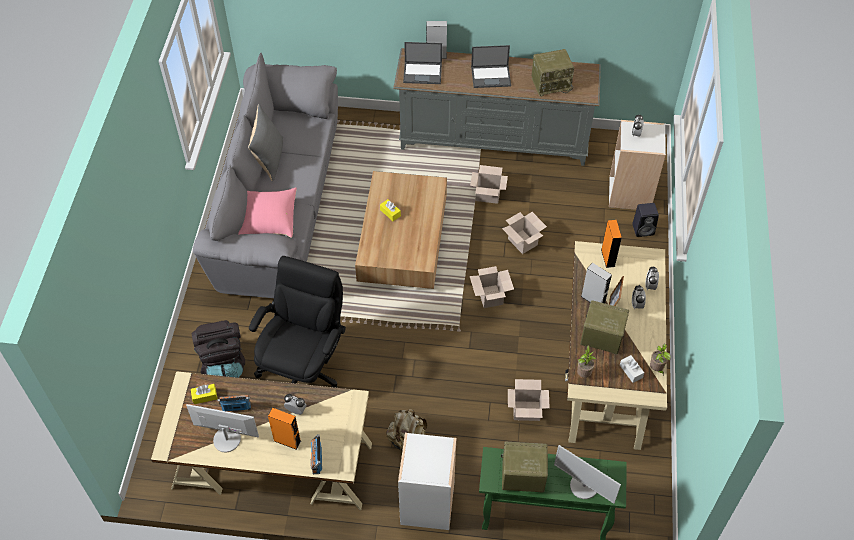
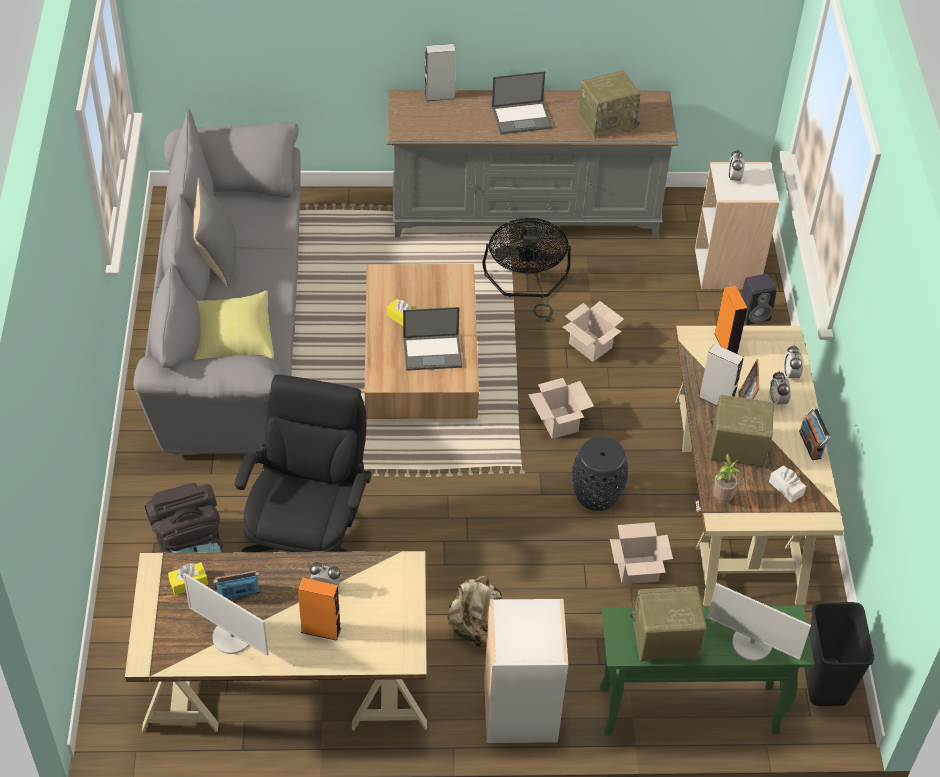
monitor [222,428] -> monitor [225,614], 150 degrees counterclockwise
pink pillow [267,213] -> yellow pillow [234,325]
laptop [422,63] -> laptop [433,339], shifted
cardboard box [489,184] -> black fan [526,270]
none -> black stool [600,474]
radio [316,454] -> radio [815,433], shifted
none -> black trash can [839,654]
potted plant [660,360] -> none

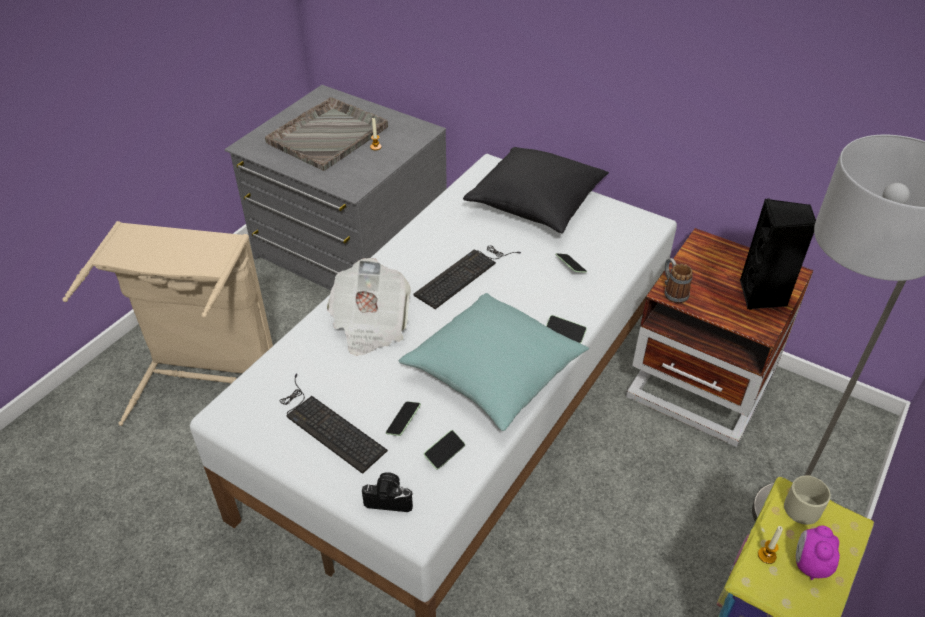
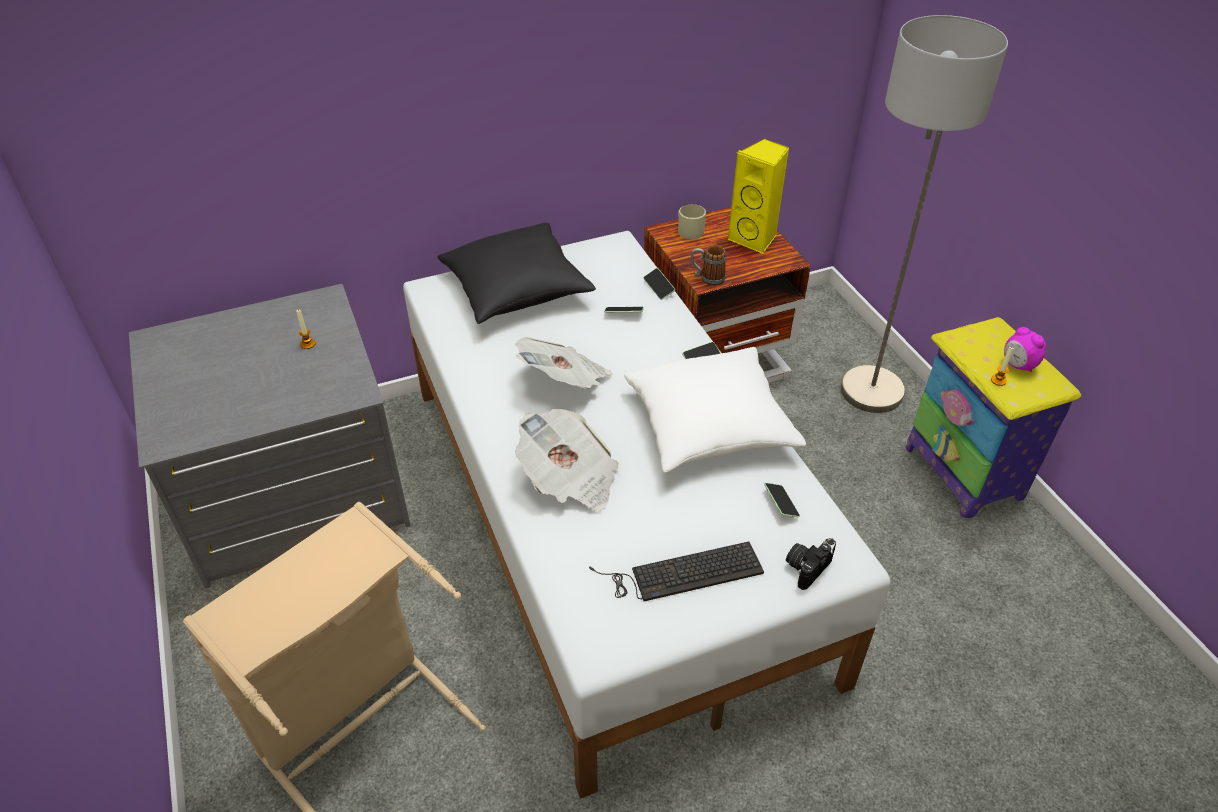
keyboard [467,277] -> newspaper [563,363]
turquoise pillow [493,362] -> white pillow [715,410]
phone [403,418] -> phone [659,284], shifted
beige mug [807,500] -> beige mug [692,221], shifted
black speaker [778,254] -> yellow speaker [758,196]
grey tray [326,134] -> none

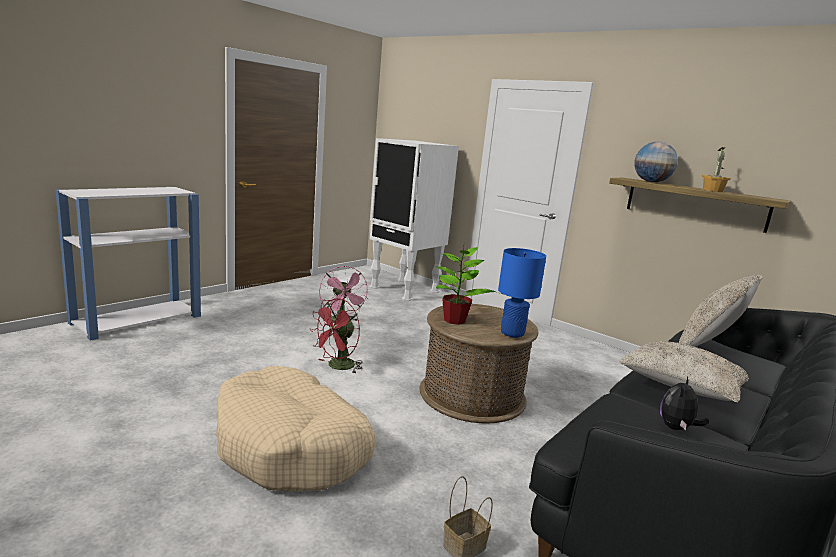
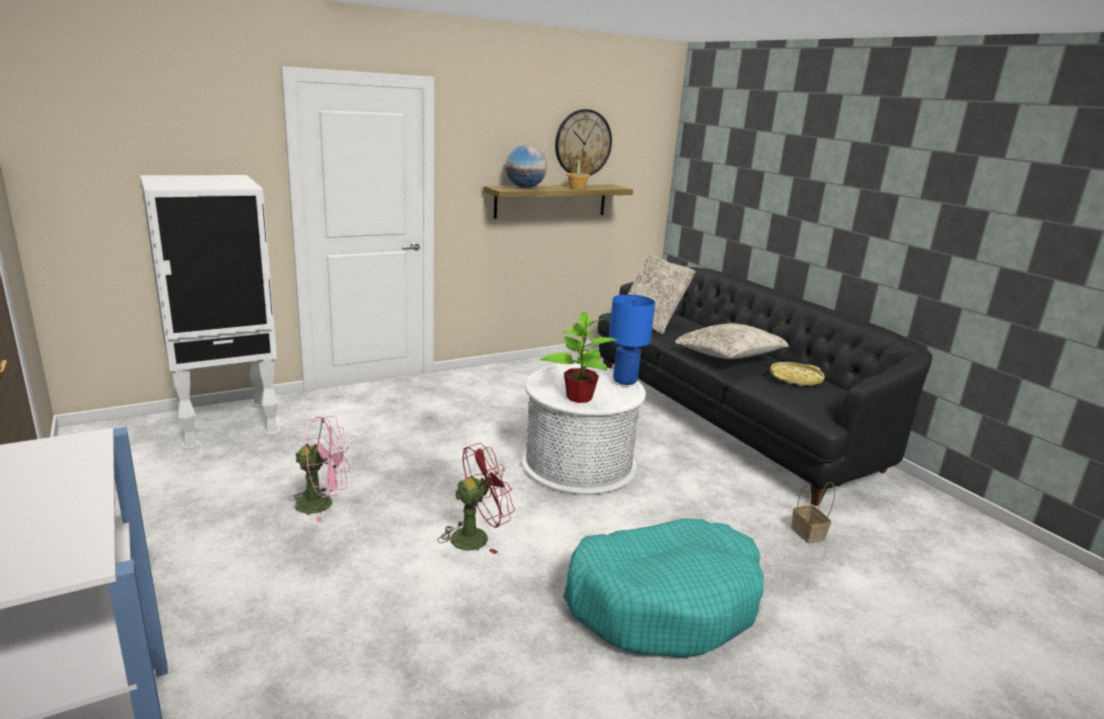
red fan [336,336] -> red fan [476,498], 90 degrees counterclockwise
brown coffee table [479,363] -> white coffee table [583,429]
none -> wall clock [583,142]
beige dog bed [296,428] -> turquoise dog bed [663,588]
plush toy [684,403] -> yellow tray [797,374]

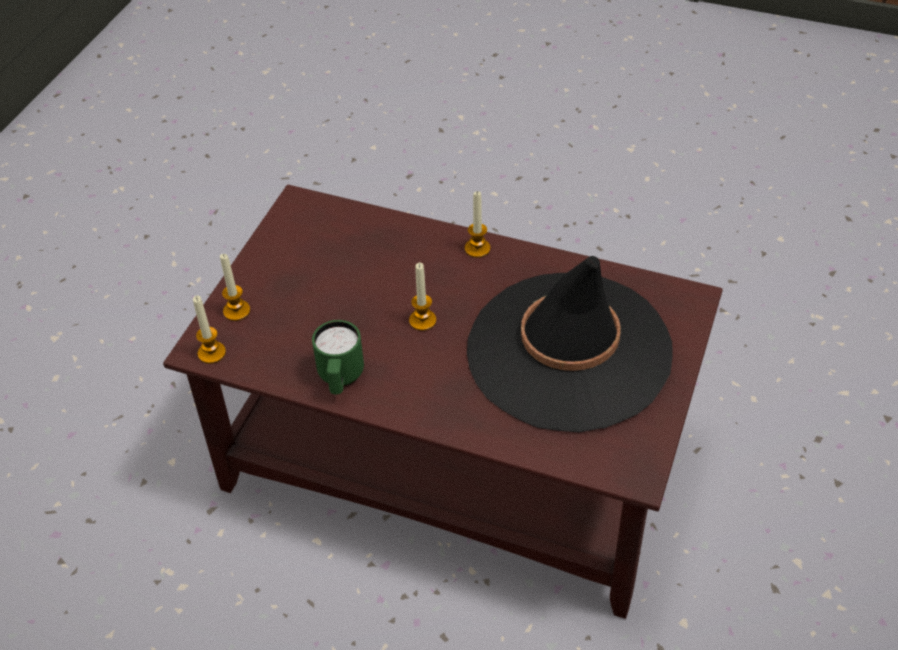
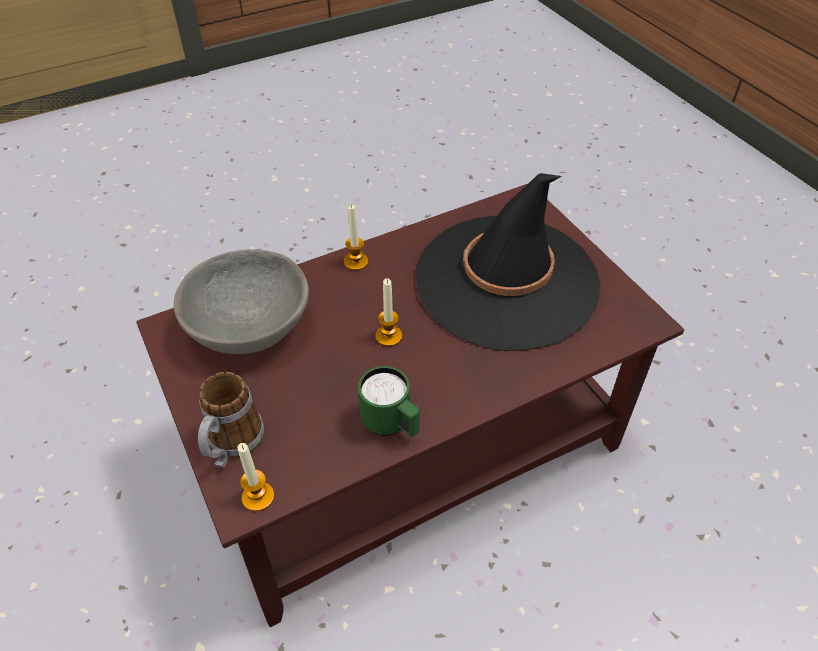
none -> grey bowl [241,301]
candle [235,287] -> mug [231,419]

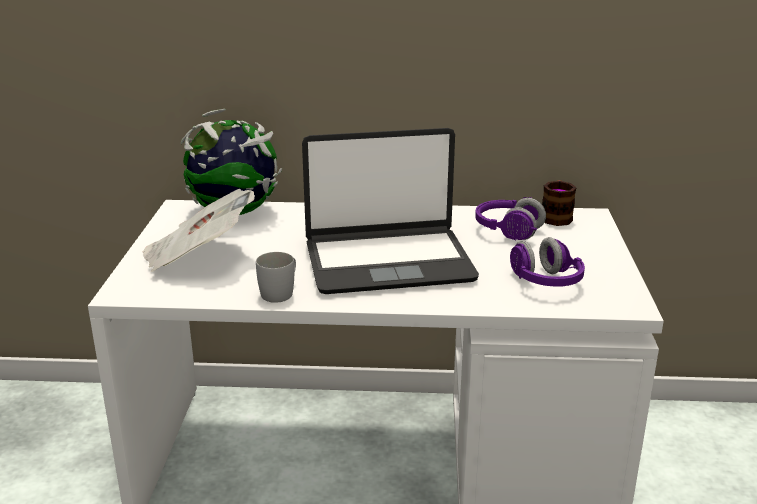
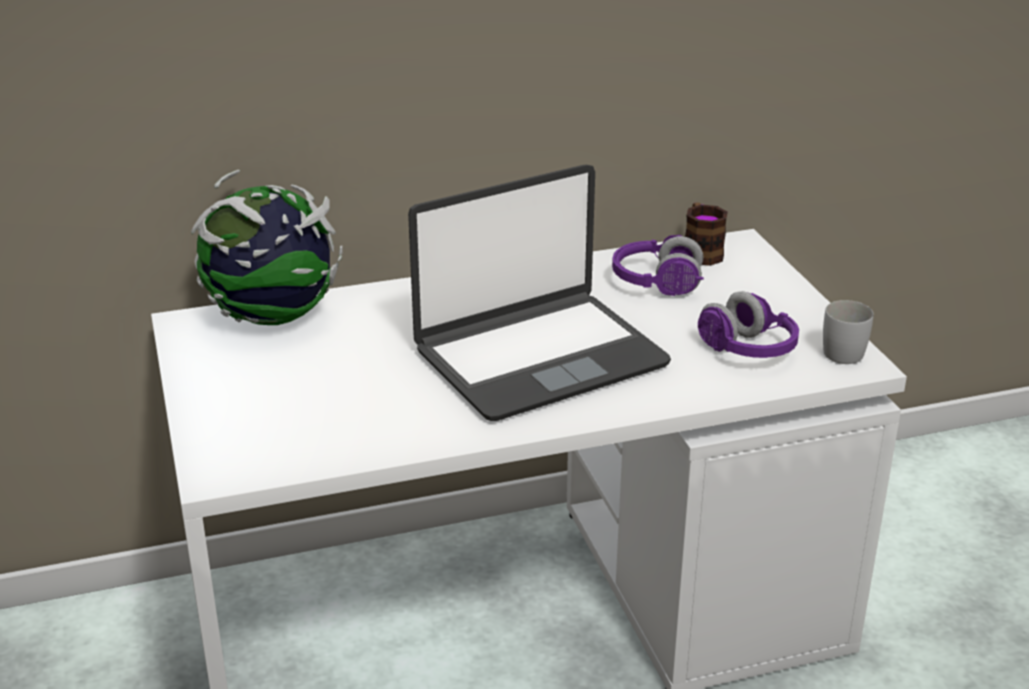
white mug [276,277] -> white mug [848,332], shifted
newspaper [198,230] -> none

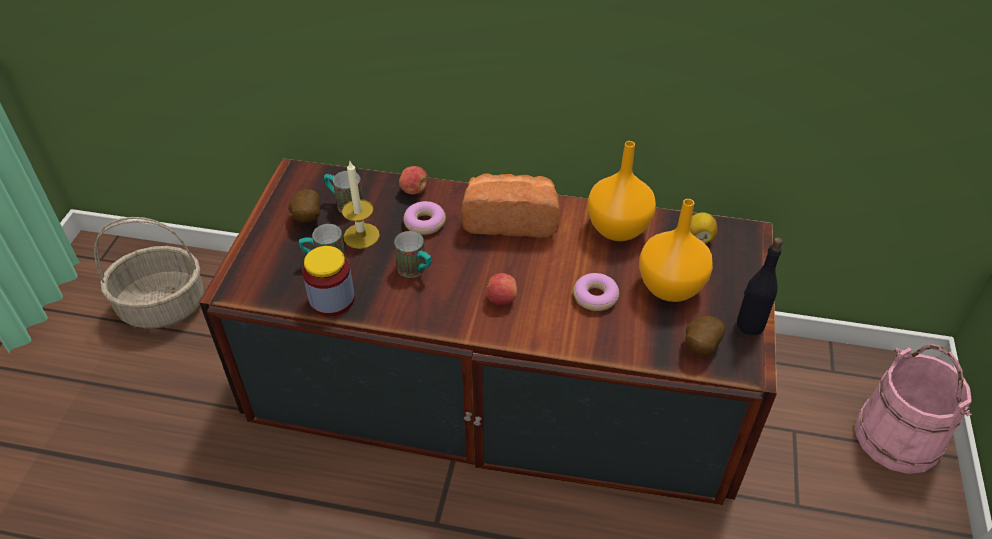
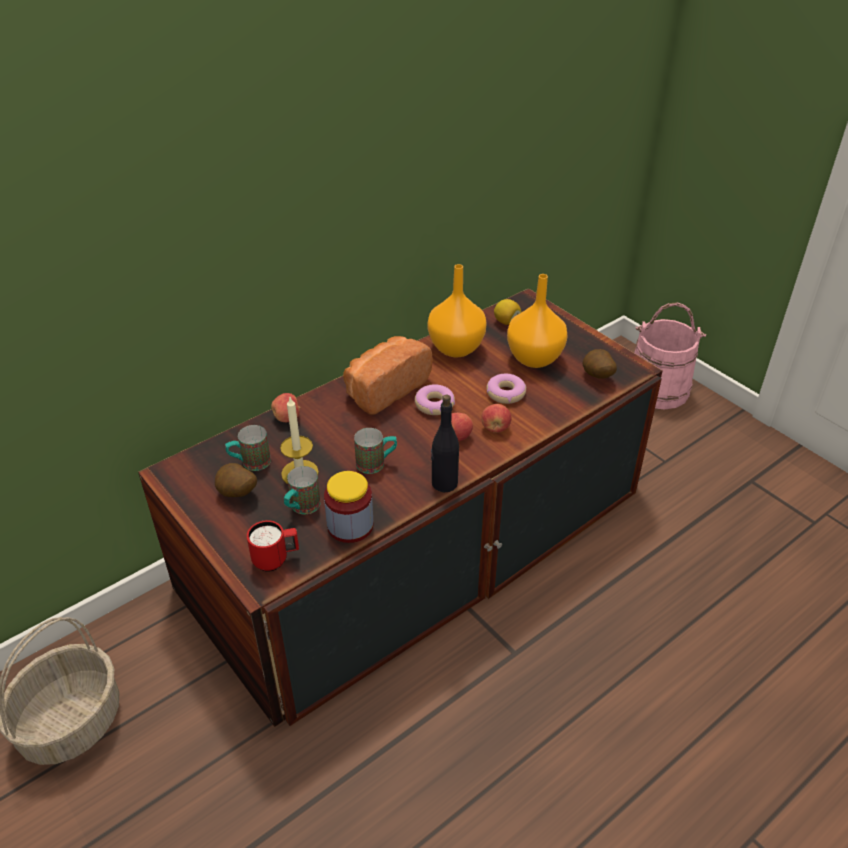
none -> red mug [273,546]
donut [424,218] -> donut [435,399], shifted
black bottle [760,287] -> black bottle [445,443], shifted
none -> apple [496,418]

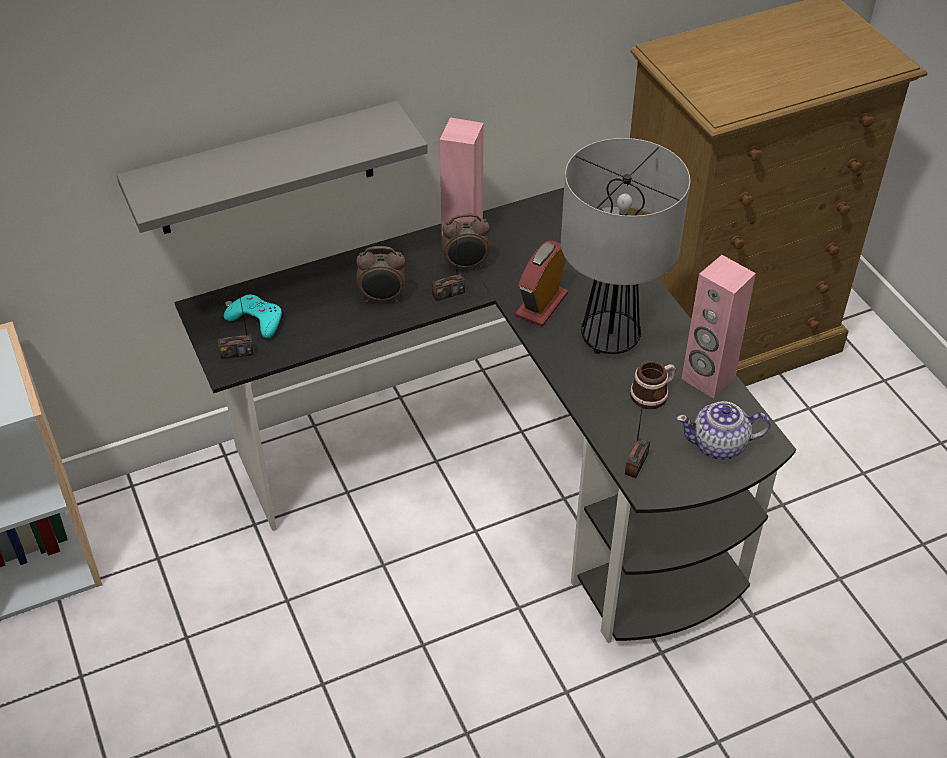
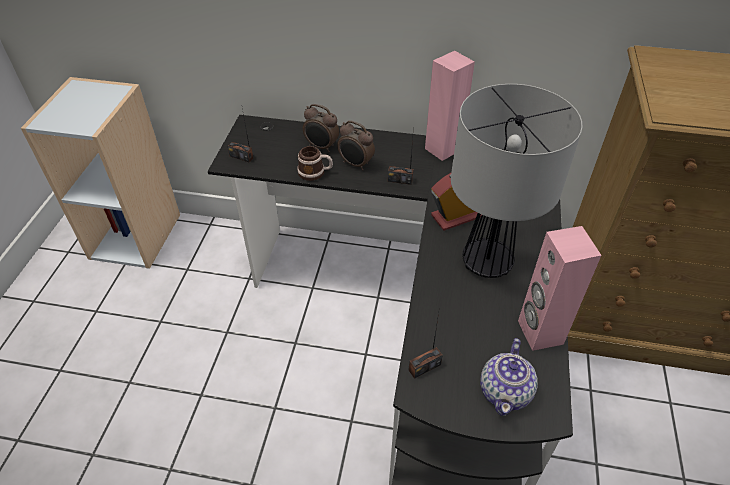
mug [653,385] -> mug [315,163], shifted
alarm clock [465,242] -> alarm clock [321,128], shifted
teapot [723,430] -> teapot [509,377], 105 degrees counterclockwise
grey shelf [272,167] -> none
turquoise game controller [253,316] -> none

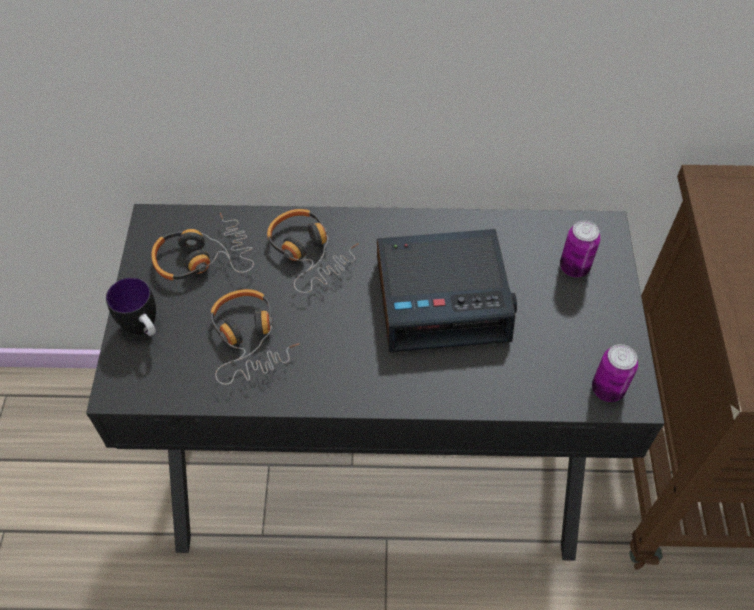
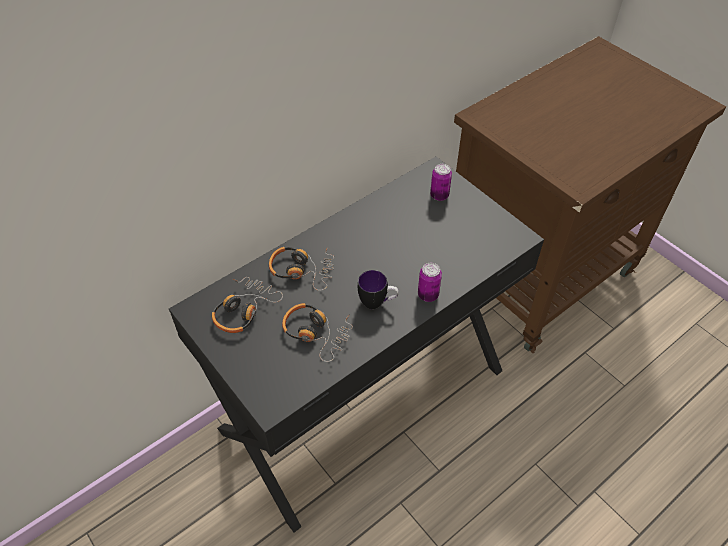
mug [131,306] -> mug [378,289], shifted
can [615,373] -> can [430,282], shifted
alarm clock [447,291] -> none

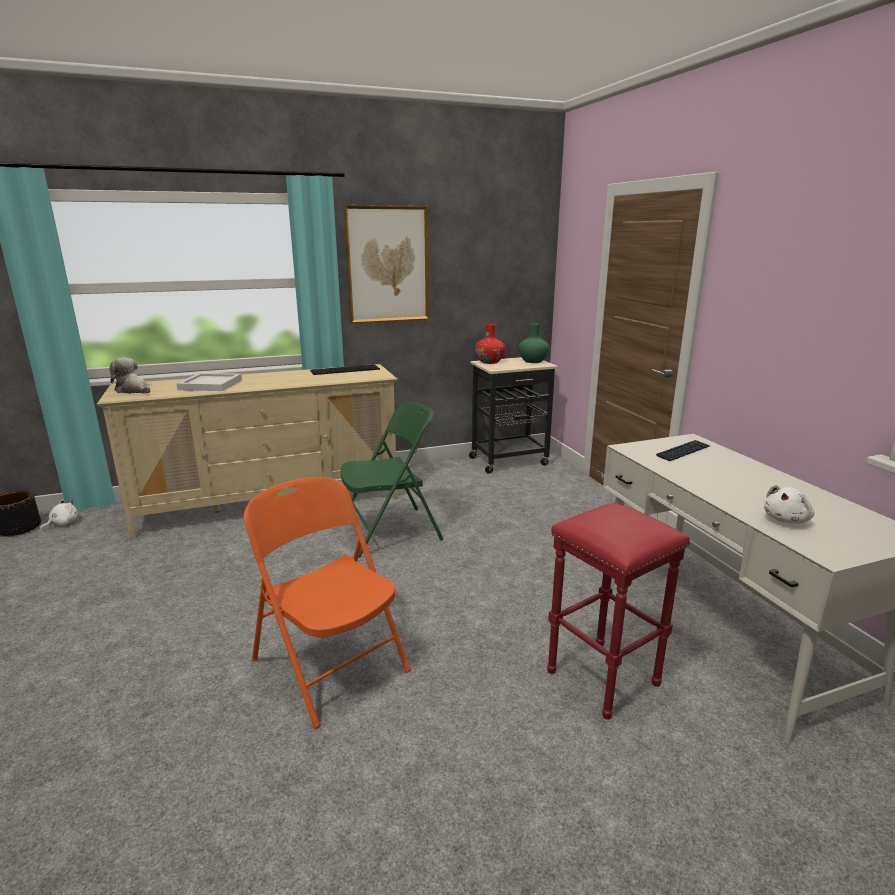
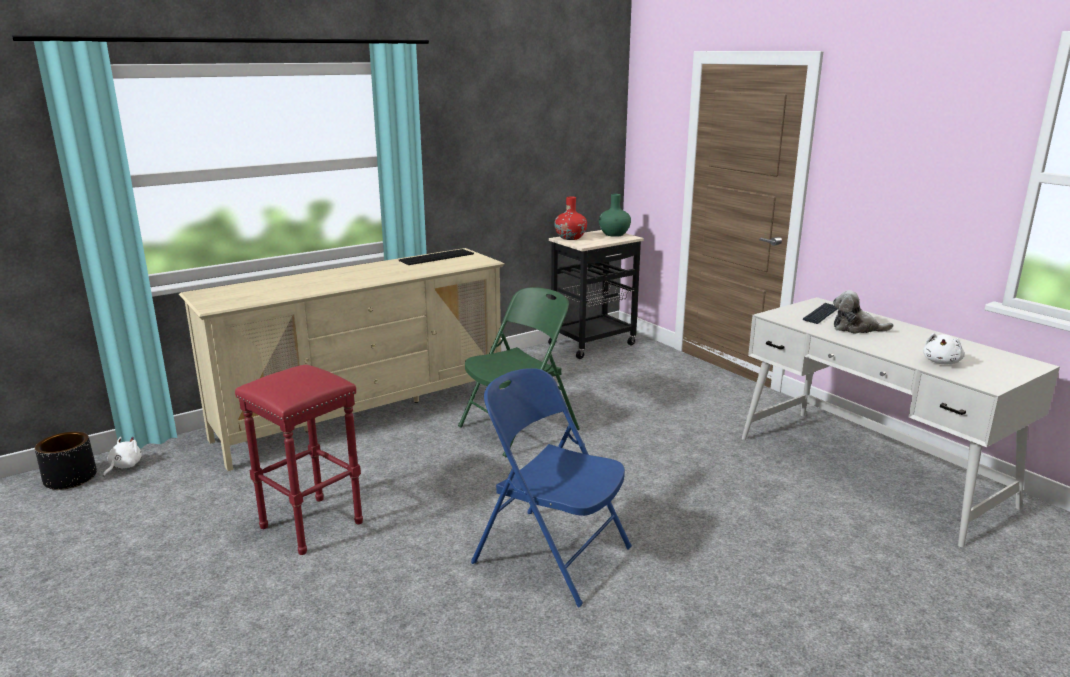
red stool [618,611] -> red stool [299,460], shifted
orange chair [327,603] -> blue chair [551,487]
plush toy [129,375] -> plush toy [863,312], shifted
white tray [209,382] -> none
picture [386,264] -> none

